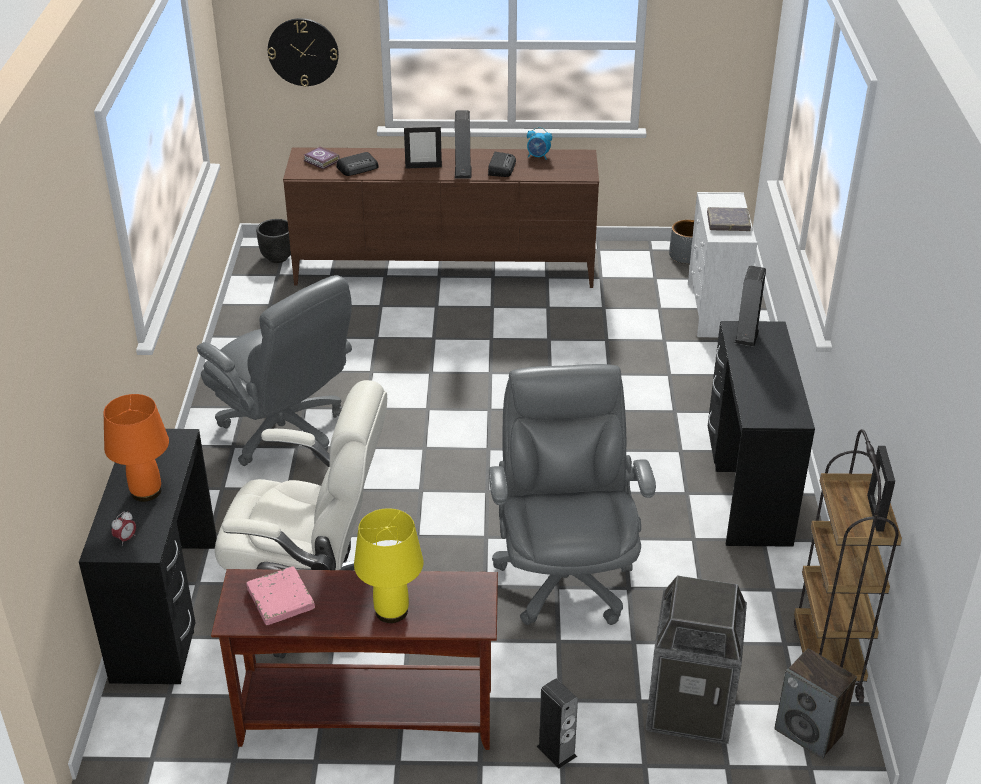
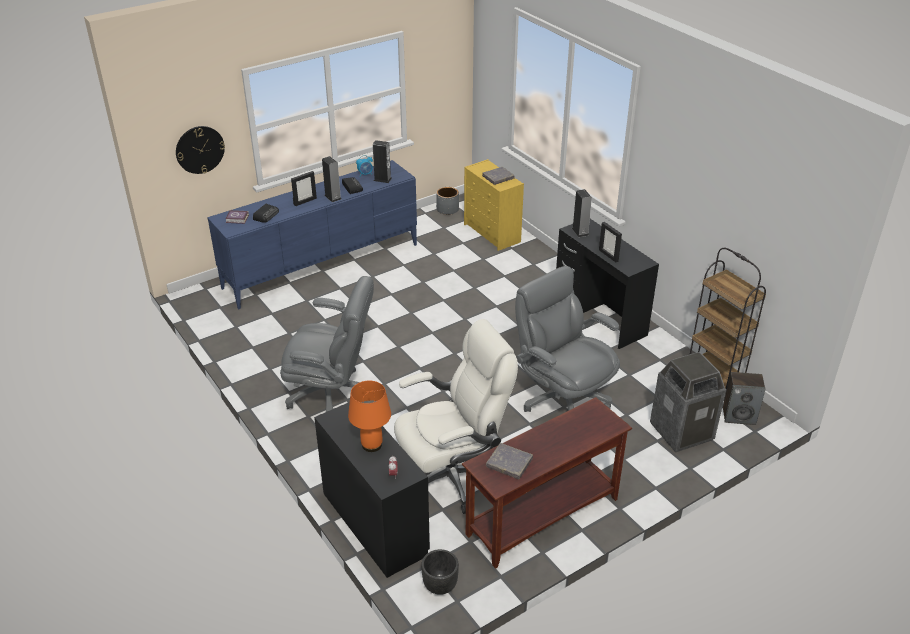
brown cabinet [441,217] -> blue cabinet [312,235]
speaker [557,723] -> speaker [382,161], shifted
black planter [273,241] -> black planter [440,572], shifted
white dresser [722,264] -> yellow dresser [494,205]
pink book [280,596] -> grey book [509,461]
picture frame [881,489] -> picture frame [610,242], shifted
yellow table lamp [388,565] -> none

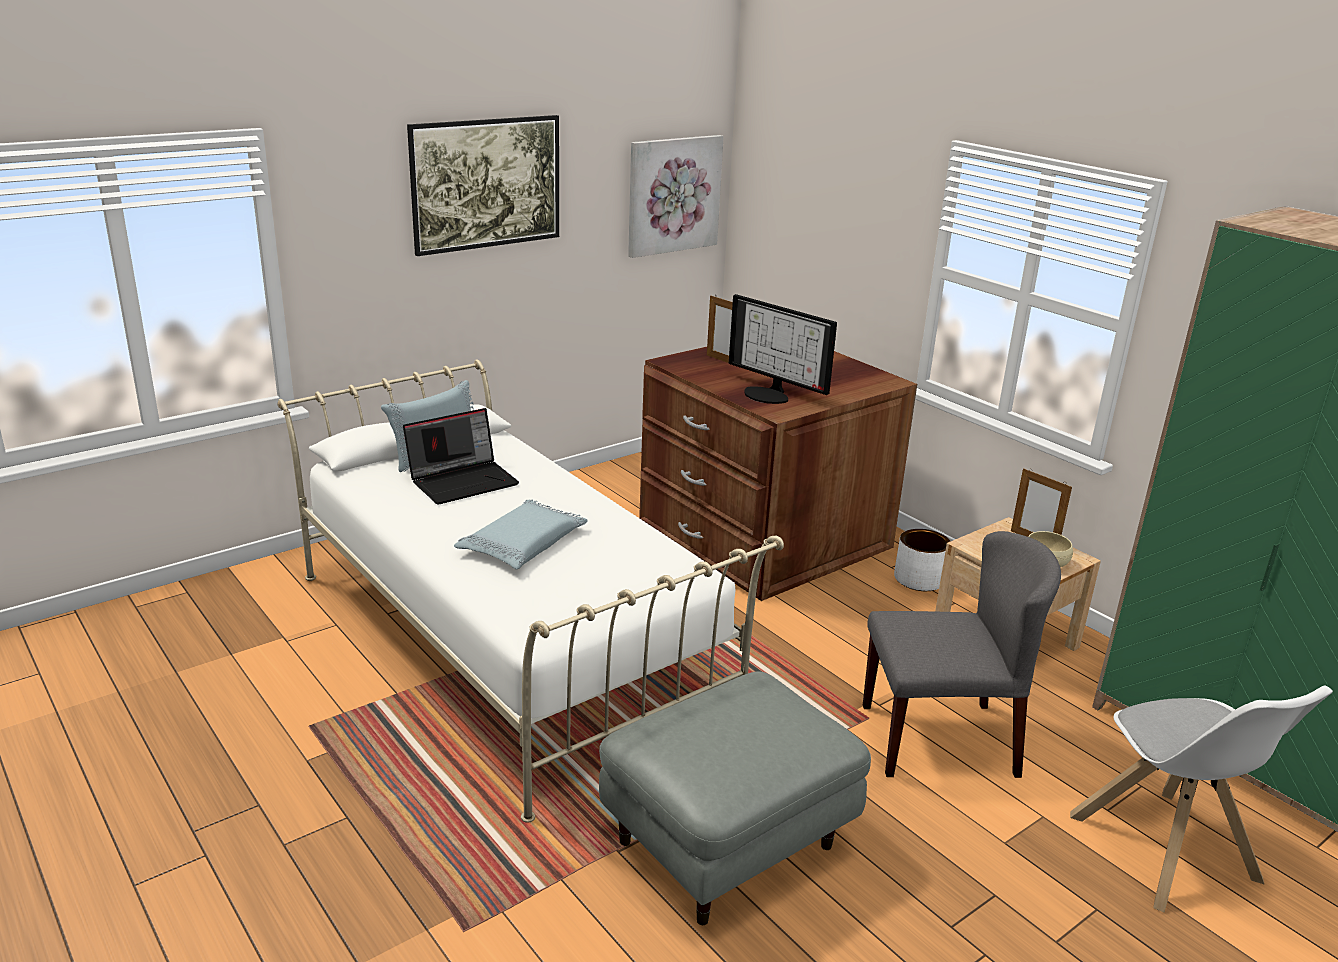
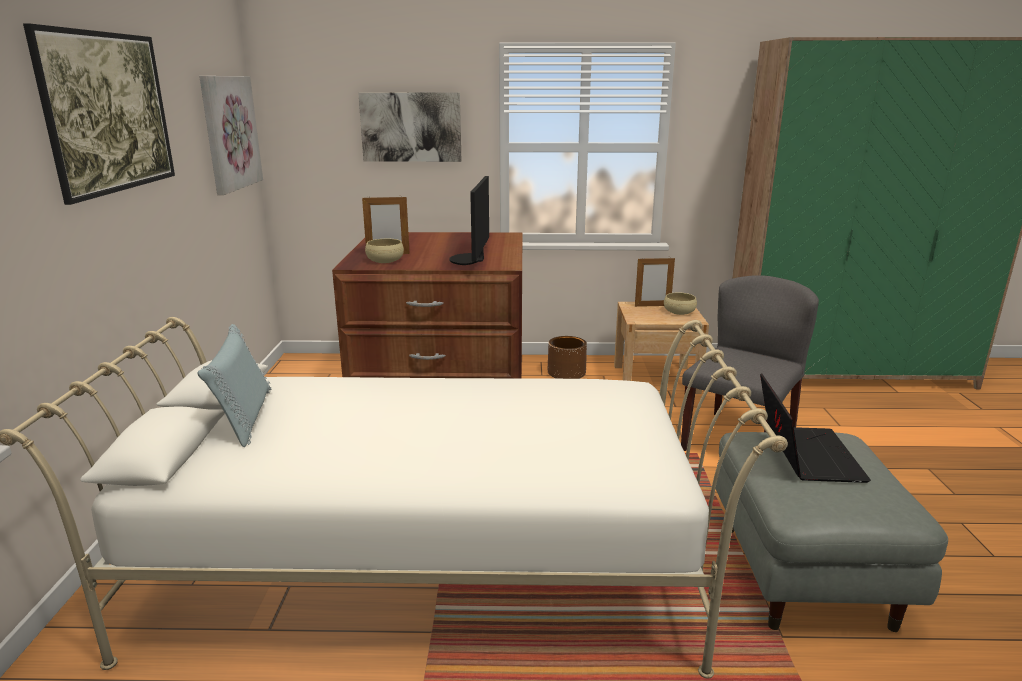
none -> picture [410,127]
none -> beige bowl [384,251]
monitor [783,349] -> monitor [469,220], 105 degrees clockwise
white planter [922,560] -> brown planter [567,357]
laptop [461,456] -> laptop [815,428], shifted
blue pillow [521,534] -> none
chair [1201,799] -> none

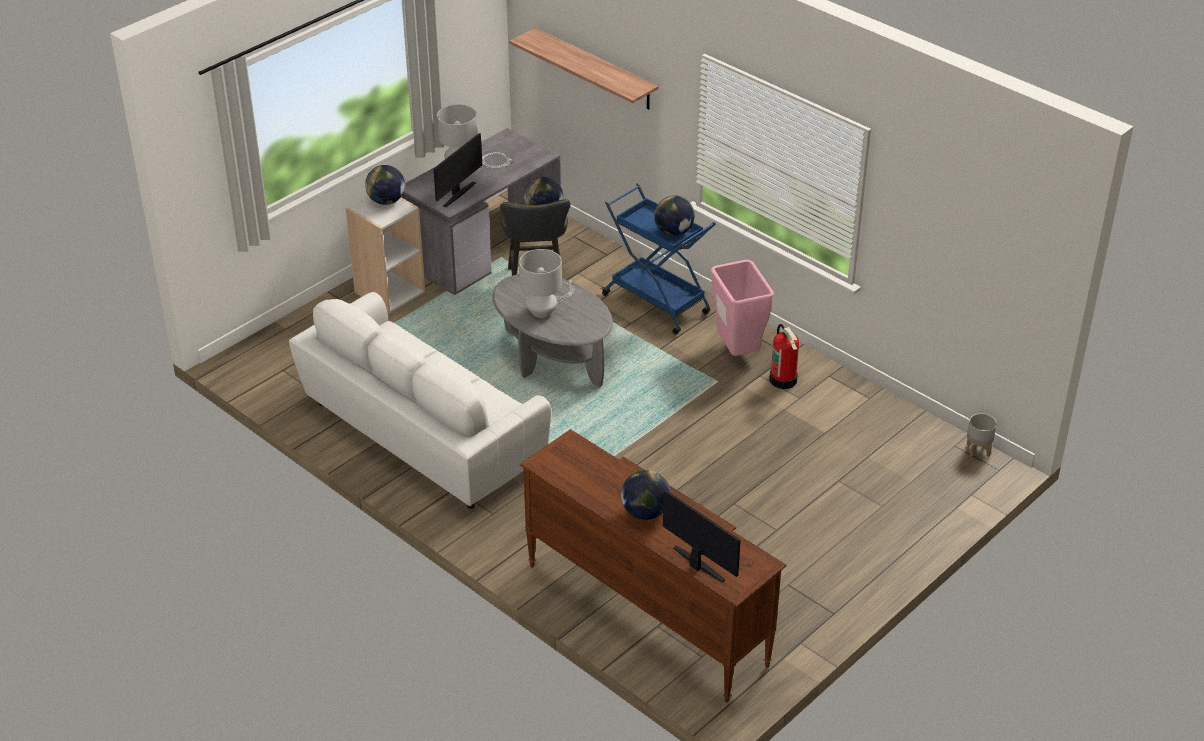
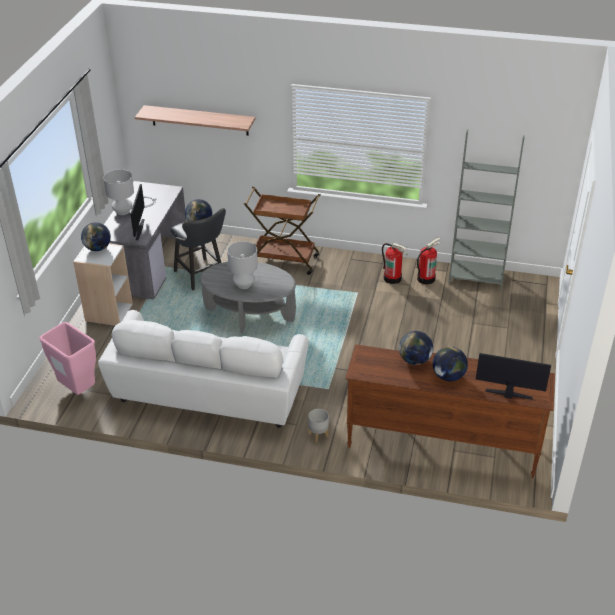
pink trash can [742,308] -> pink trash can [67,358], shifted
blue cart [658,259] -> brown cart [282,231]
grey planter [982,435] -> grey planter [318,425], shifted
globe [674,216] -> globe [416,348], shifted
none -> fire extinguisher [429,260]
none -> grey bookcase [486,210]

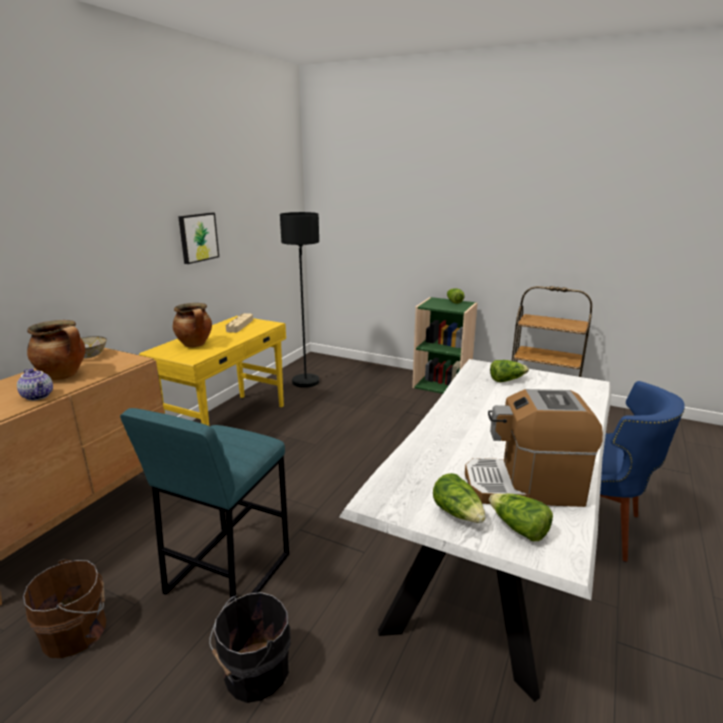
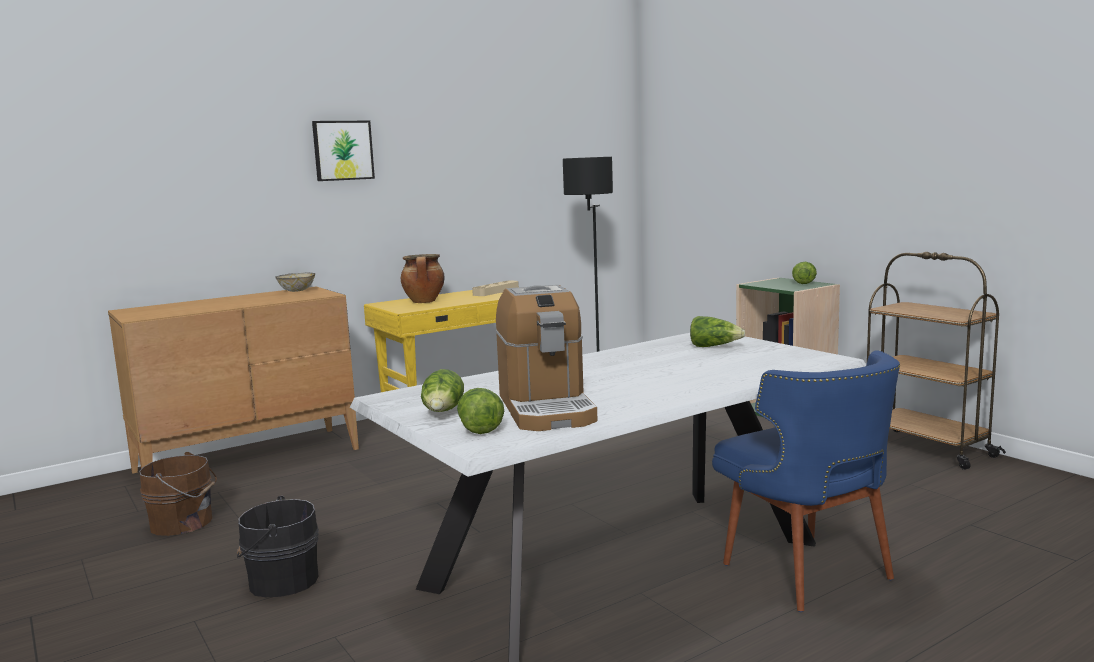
picture [198,238] -> picture [343,151], shifted
coffee machine [534,448] -> coffee machine [547,358], 135 degrees counterclockwise
teapot [35,385] -> none
cooking pot [56,350] -> none
turquoise stool [204,505] -> none

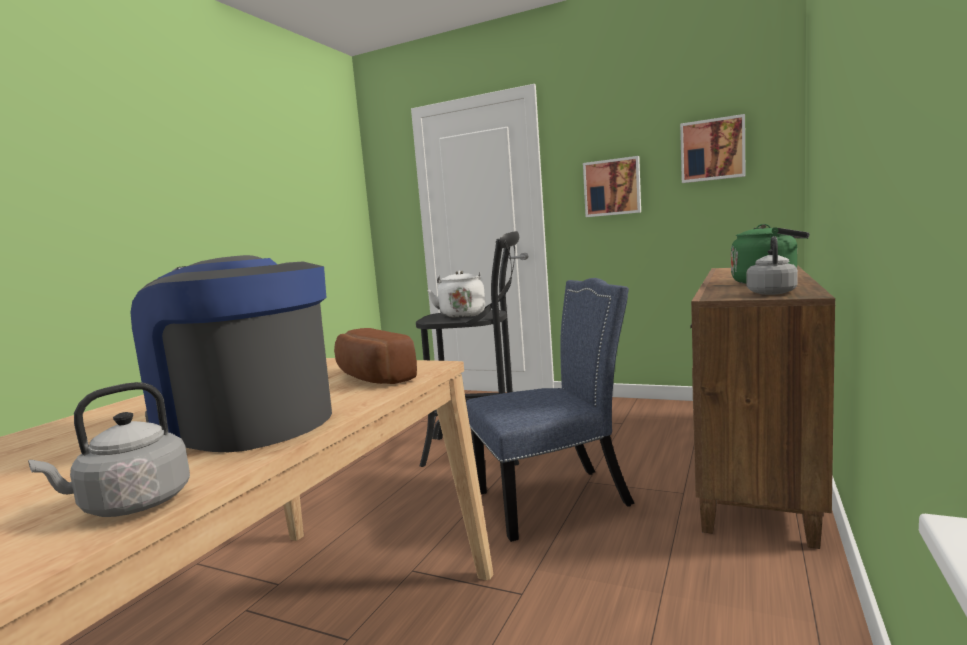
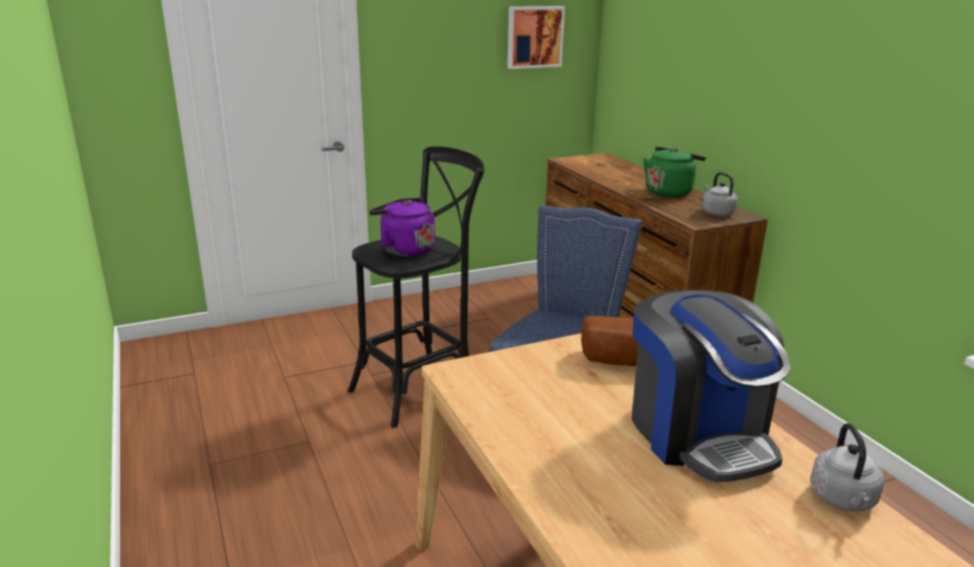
white kettle [456,294] -> purple kettle [402,227]
coffee machine [231,353] -> coffee machine [711,386], 90 degrees counterclockwise
picture [612,186] -> none

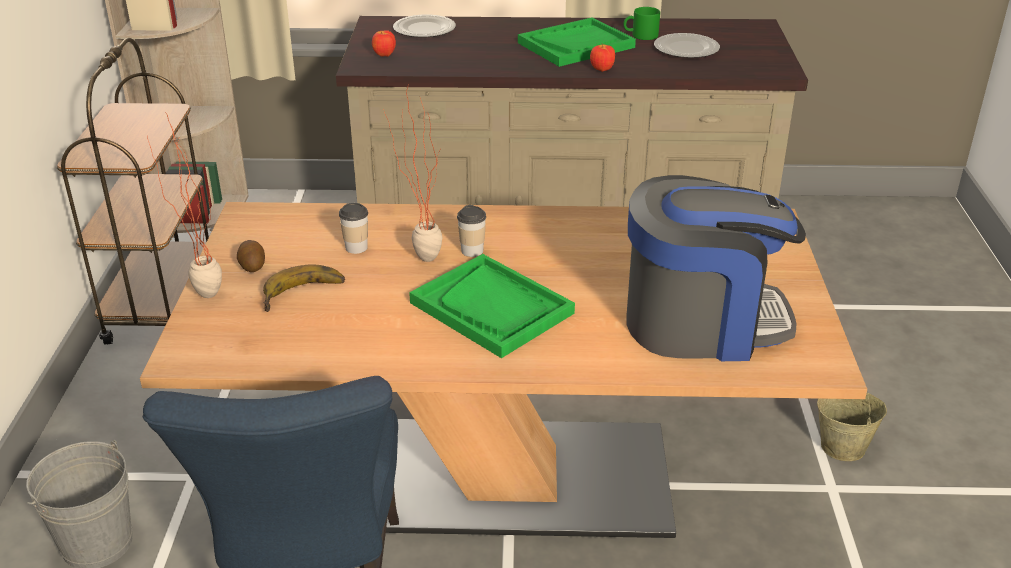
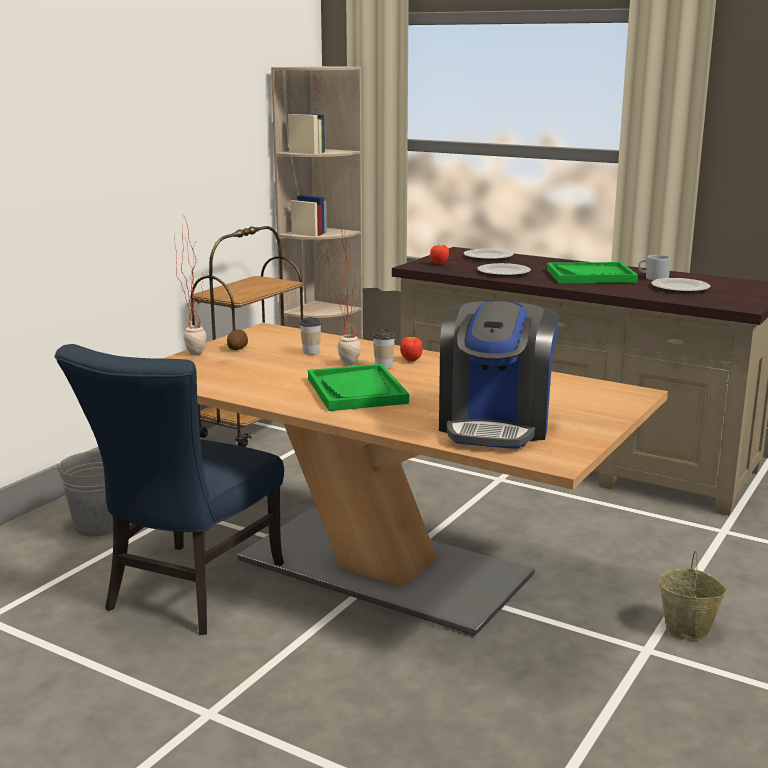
apple [602,58] -> apple [411,348], shifted
coffee machine [716,268] -> coffee machine [499,375], 75 degrees clockwise
none -> plate [504,270]
green mug [641,23] -> grey mug [654,267]
banana [304,288] -> none

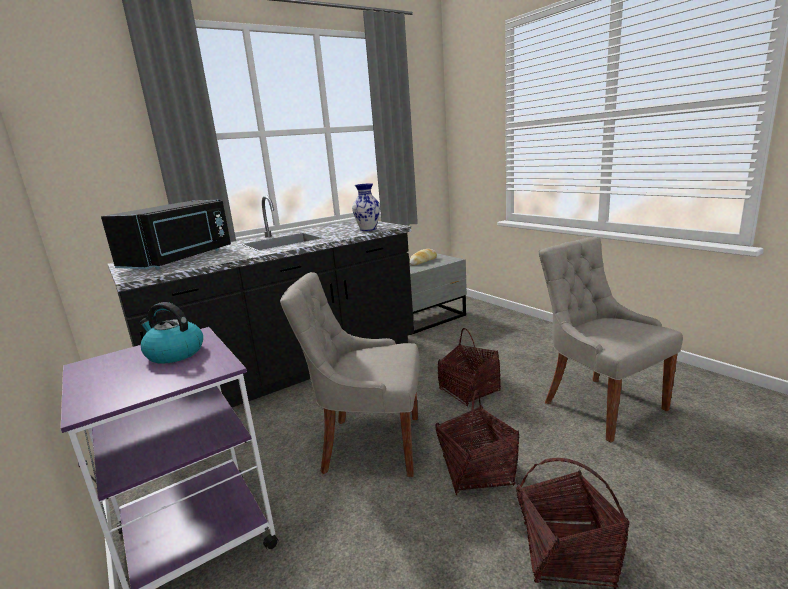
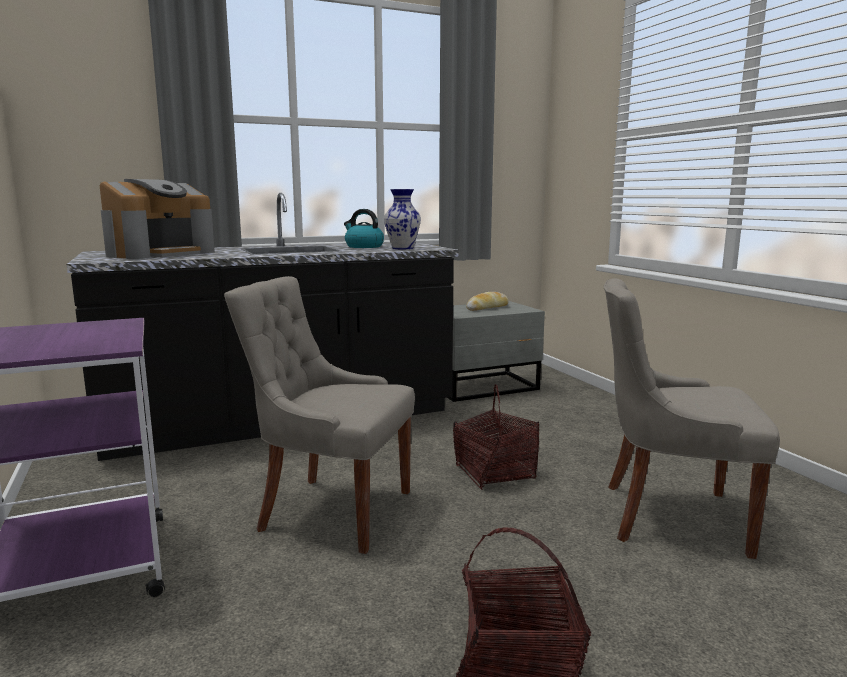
black microwave [166,234] -> coffee machine [157,219]
kettle [171,333] -> kettle [364,228], shifted
grey chair [611,340] -> grey chair [691,418], 60 degrees counterclockwise
basket [477,442] -> none

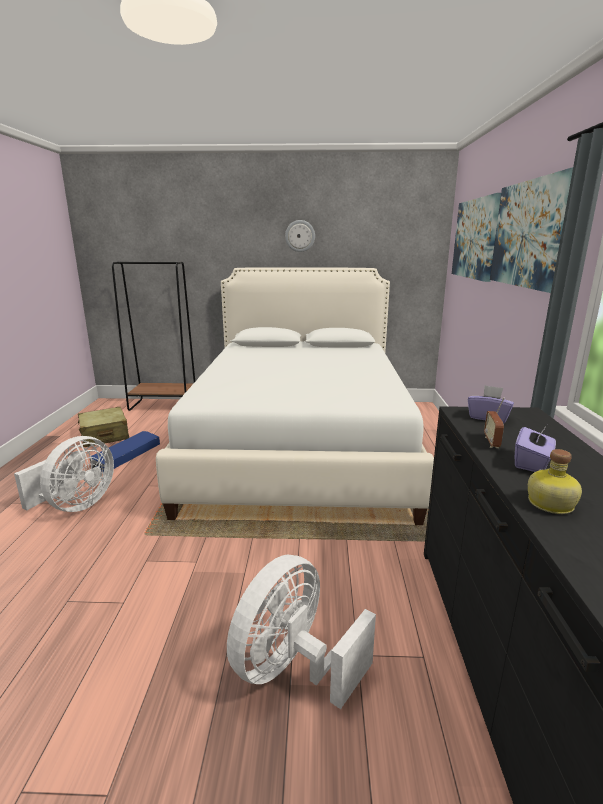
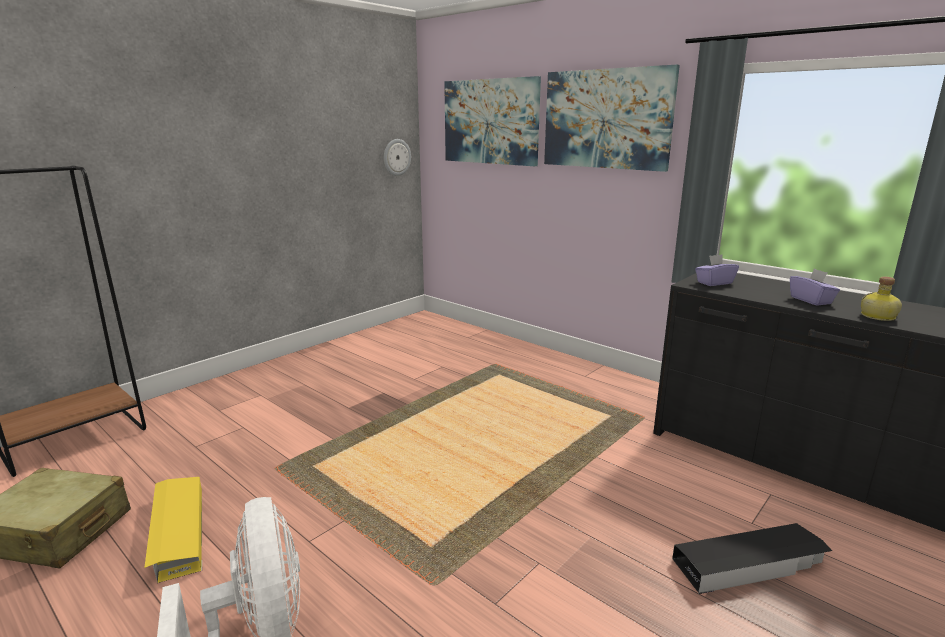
blue storage box [124,451] -> yellow storage box [173,530]
wall clock [300,236] -> wall clock [397,157], shifted
white fan [301,632] -> black storage box [752,558]
white bed [295,396] -> none
radio [494,422] -> none

